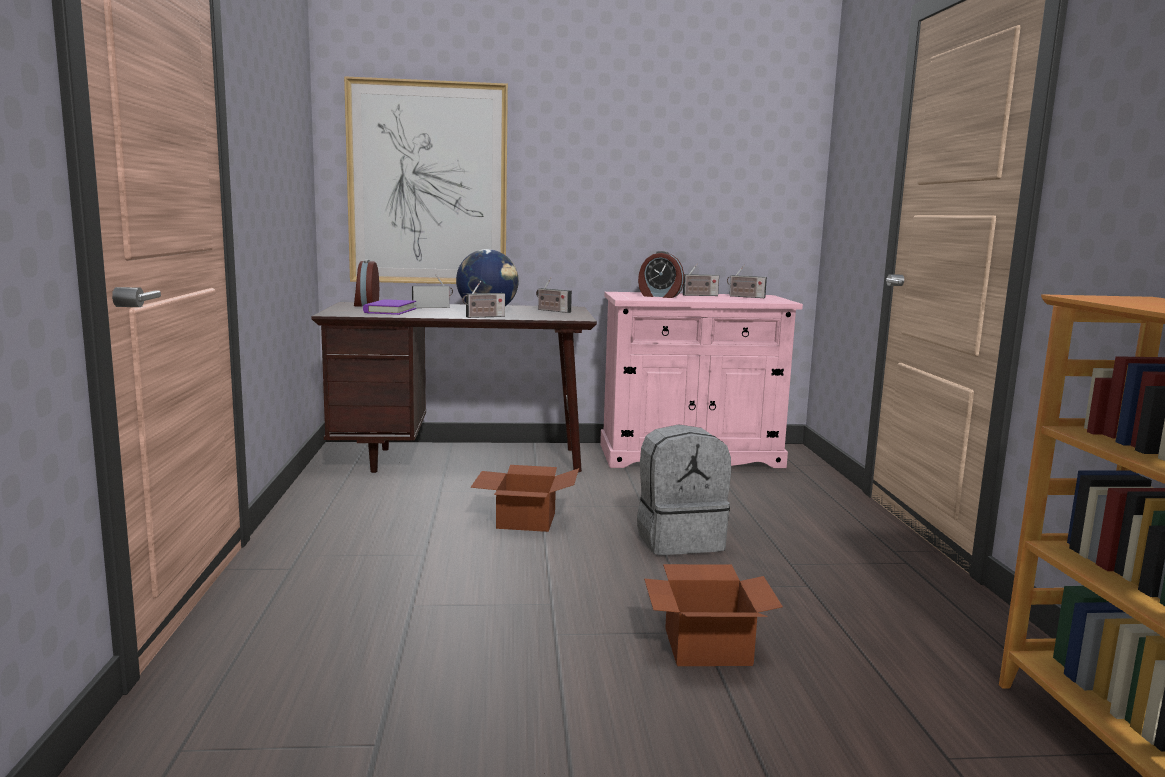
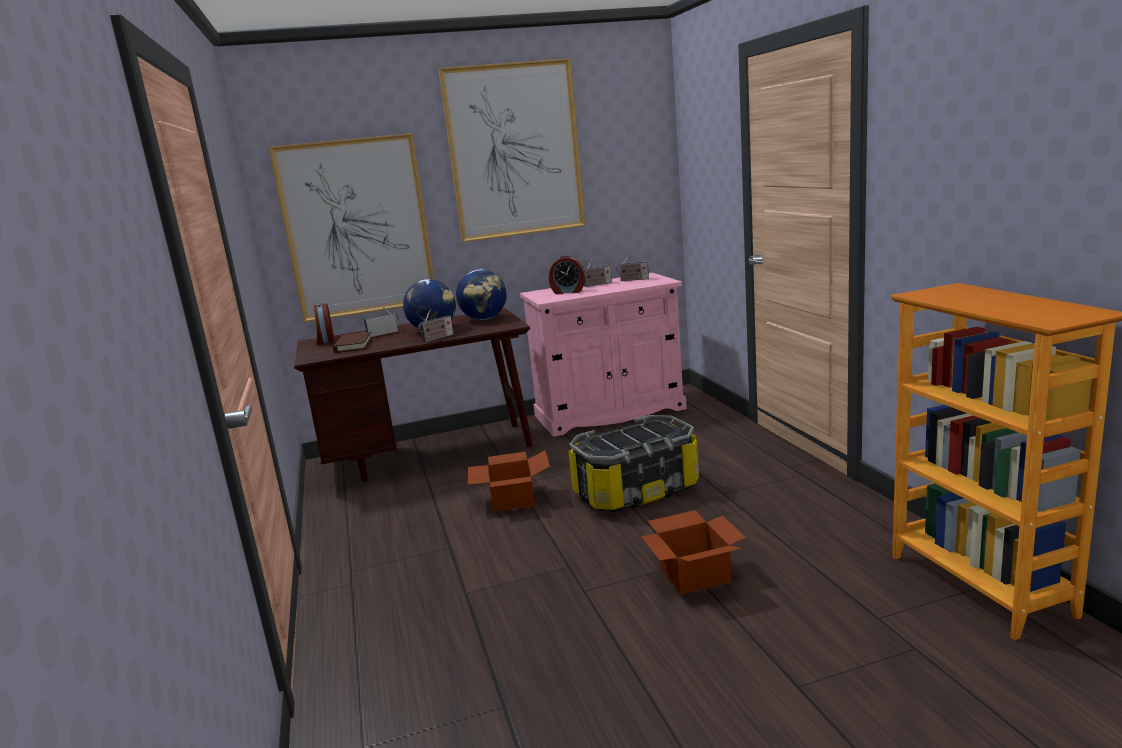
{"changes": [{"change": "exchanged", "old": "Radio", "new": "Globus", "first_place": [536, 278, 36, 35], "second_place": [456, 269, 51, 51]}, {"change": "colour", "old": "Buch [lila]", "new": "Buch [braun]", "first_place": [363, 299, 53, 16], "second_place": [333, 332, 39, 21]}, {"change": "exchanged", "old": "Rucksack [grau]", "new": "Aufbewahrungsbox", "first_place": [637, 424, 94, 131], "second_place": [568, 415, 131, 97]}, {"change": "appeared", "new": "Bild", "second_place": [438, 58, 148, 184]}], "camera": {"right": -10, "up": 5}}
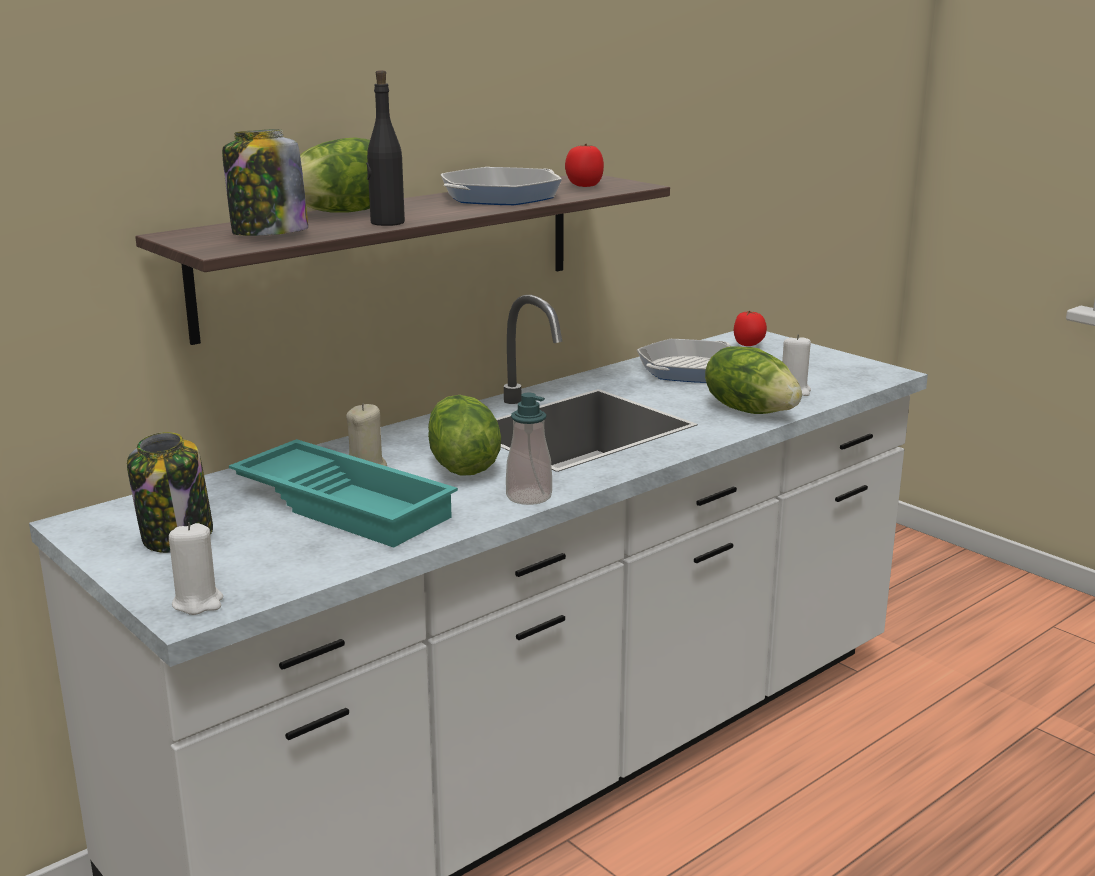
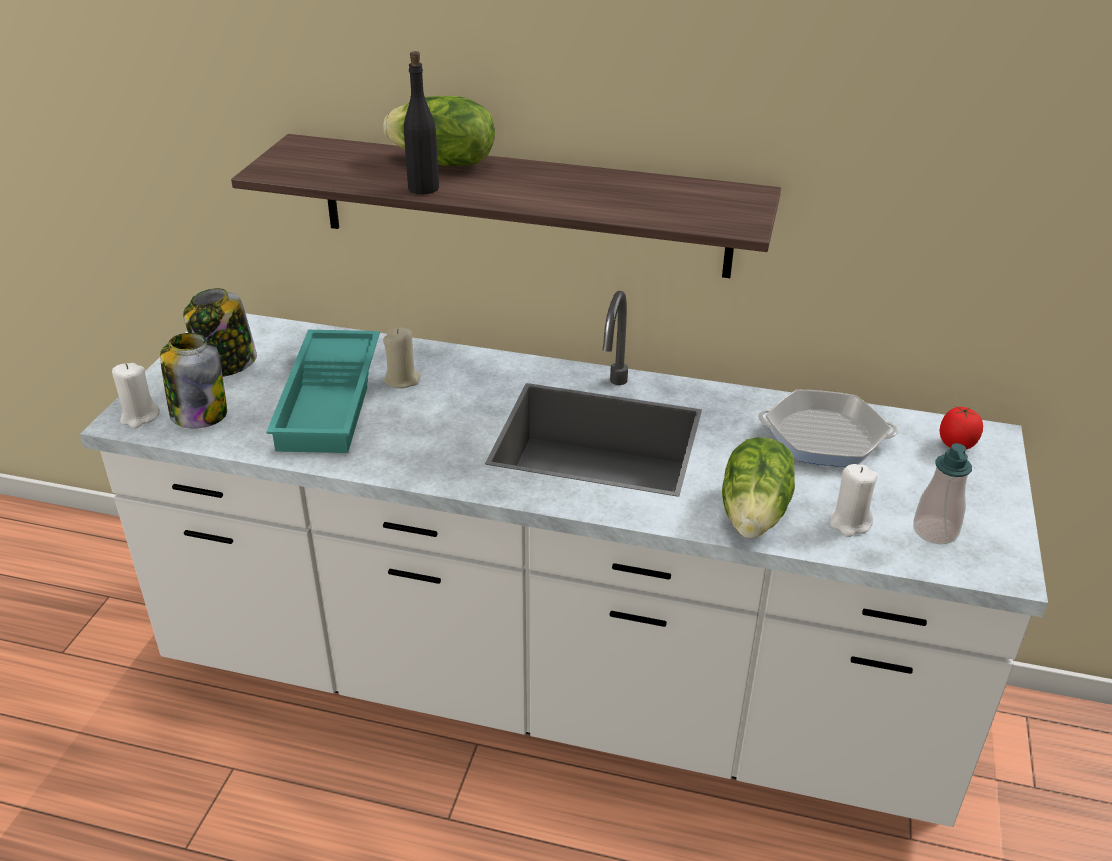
{"changes": [{"change": "relocated", "old": "Vorratsglas", "first_place": [222, 129, 86, 107], "second_place": [160, 333, 67, 96]}, {"change": "missing", "old": "Tomate", "first_place": [565, 144, 39, 43]}, {"change": "missing", "old": "Pfanne", "first_place": [441, 167, 121, 38]}, {"change": "relocated", "old": "Seifenspender", "first_place": [506, 393, 46, 112], "second_place": [913, 443, 59, 101]}, {"change": "missing", "old": "Salatkopf", "first_place": [428, 395, 73, 81]}], "camera": {"right": 55, "up": 15}}
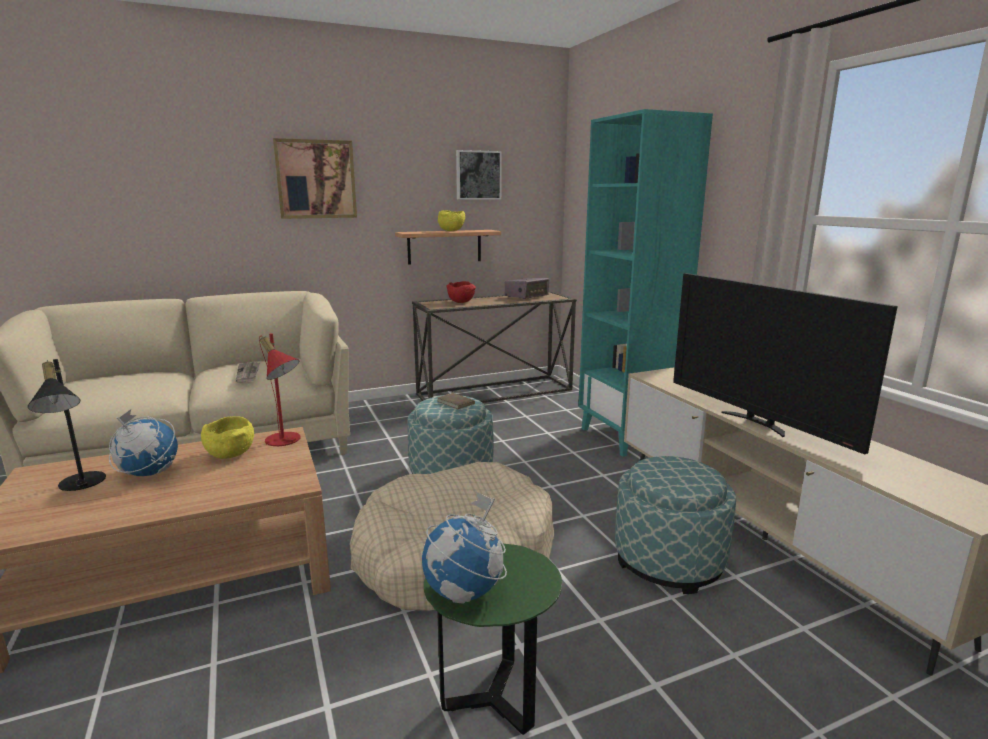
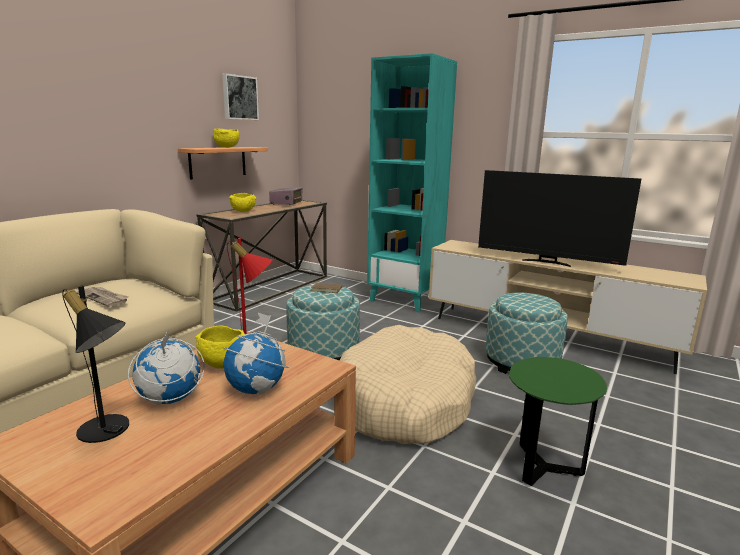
{"changes": [{"change": "missing", "old": "Bild", "first_place": [273, 138, 84, 81]}, {"change": "colour", "old": "Schüssel [rot]", "new": "Schüssel [gelb]", "first_place": [446, 281, 30, 22], "second_place": [229, 193, 27, 19]}, {"change": "relocated", "old": "Globus", "first_place": [422, 492, 85, 112], "second_place": [223, 313, 66, 82]}], "camera": {"right": -35, "up": 0}}
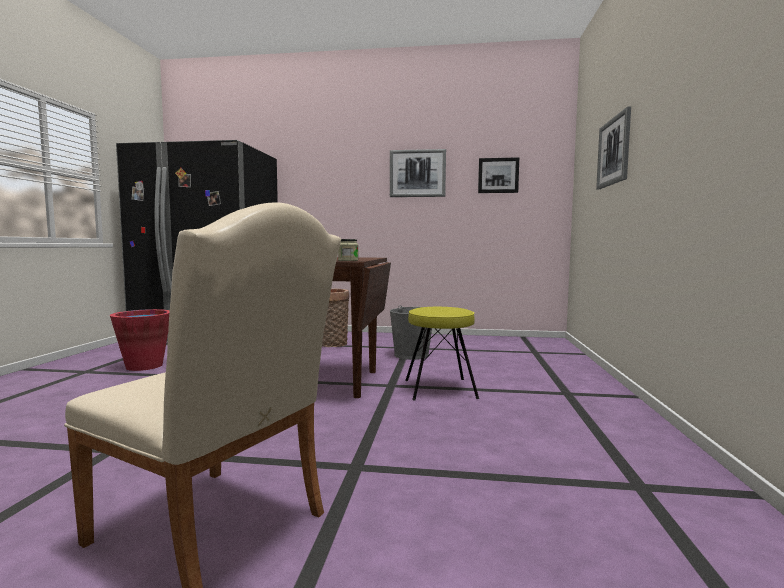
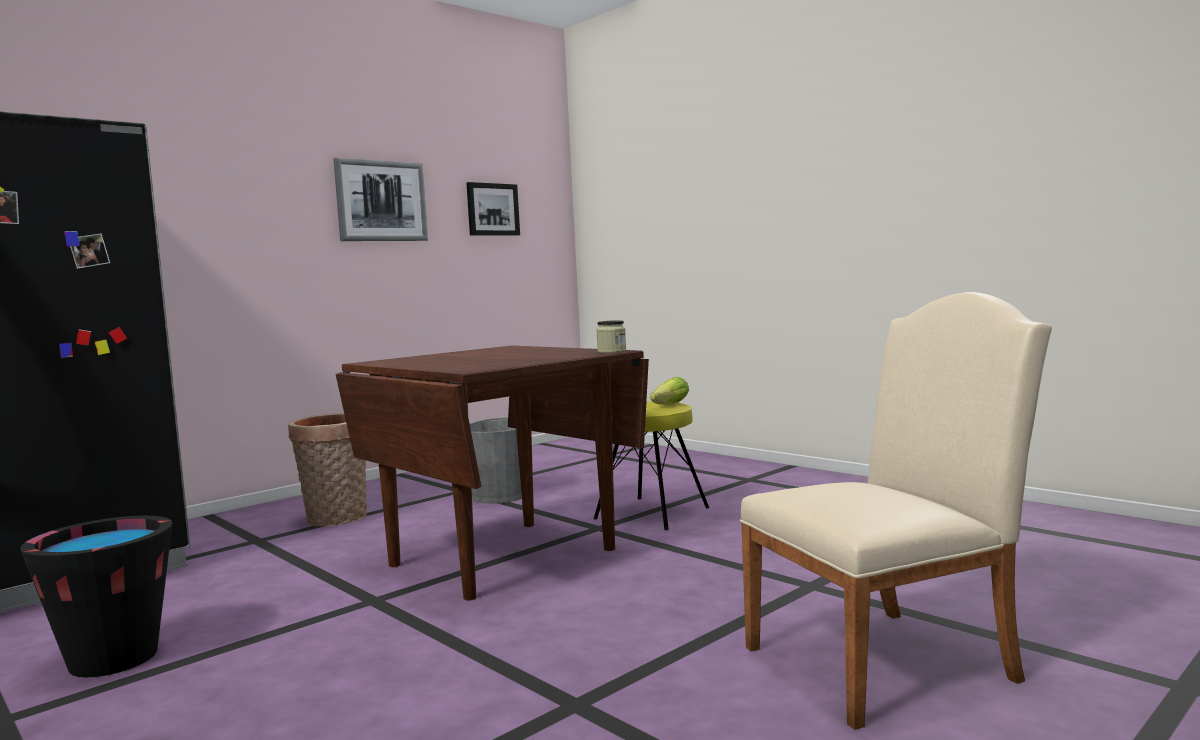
{"changes": [{"change": "missing", "old": "Bild", "first_place": [596, 106, 35, 83]}, {"change": "colour", "old": "Eimer [rot]", "new": "Eimer [schwarz]", "first_place": [110, 309, 60, 62], "second_place": [20, 516, 152, 161]}, {"change": "appeared", "new": "Salatkopf", "second_place": [650, 377, 39, 28]}], "camera": {"right": -50, "up": 0}}
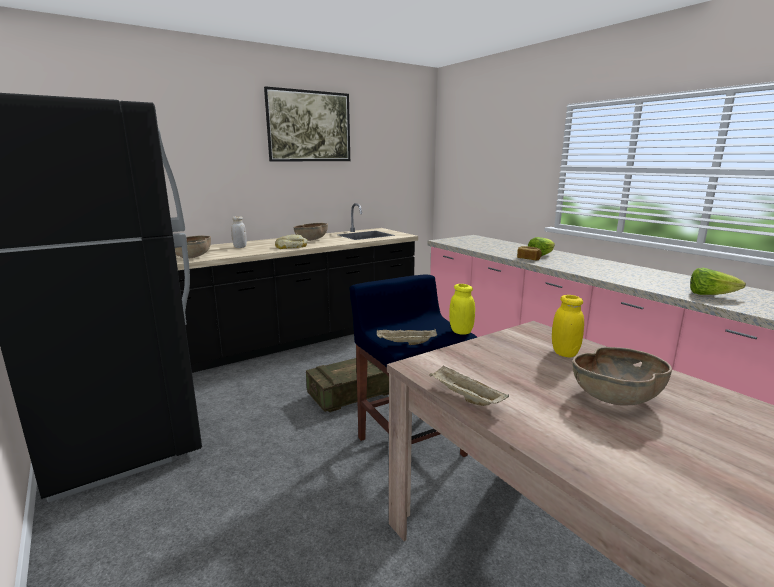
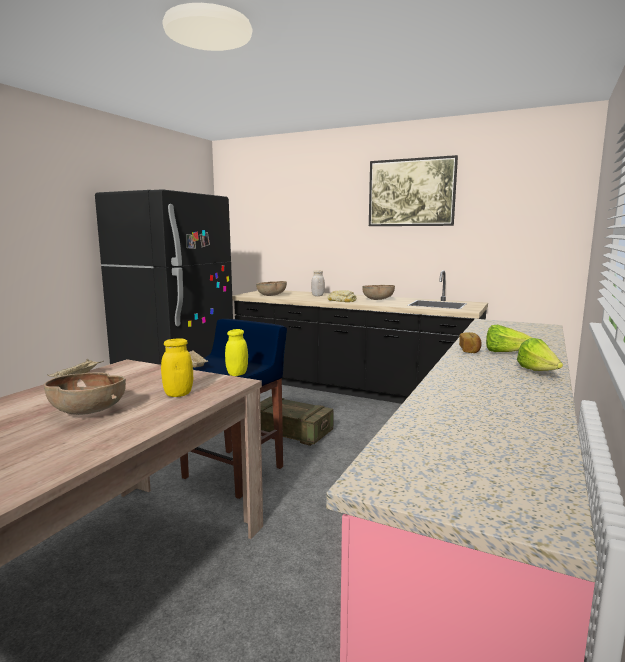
{"changes": [{"change": "relocated", "old": "Salatkopf", "first_place": [690, 268, 56, 27], "second_place": [517, 338, 46, 33]}], "camera": {"right": 60, "up": -5}}
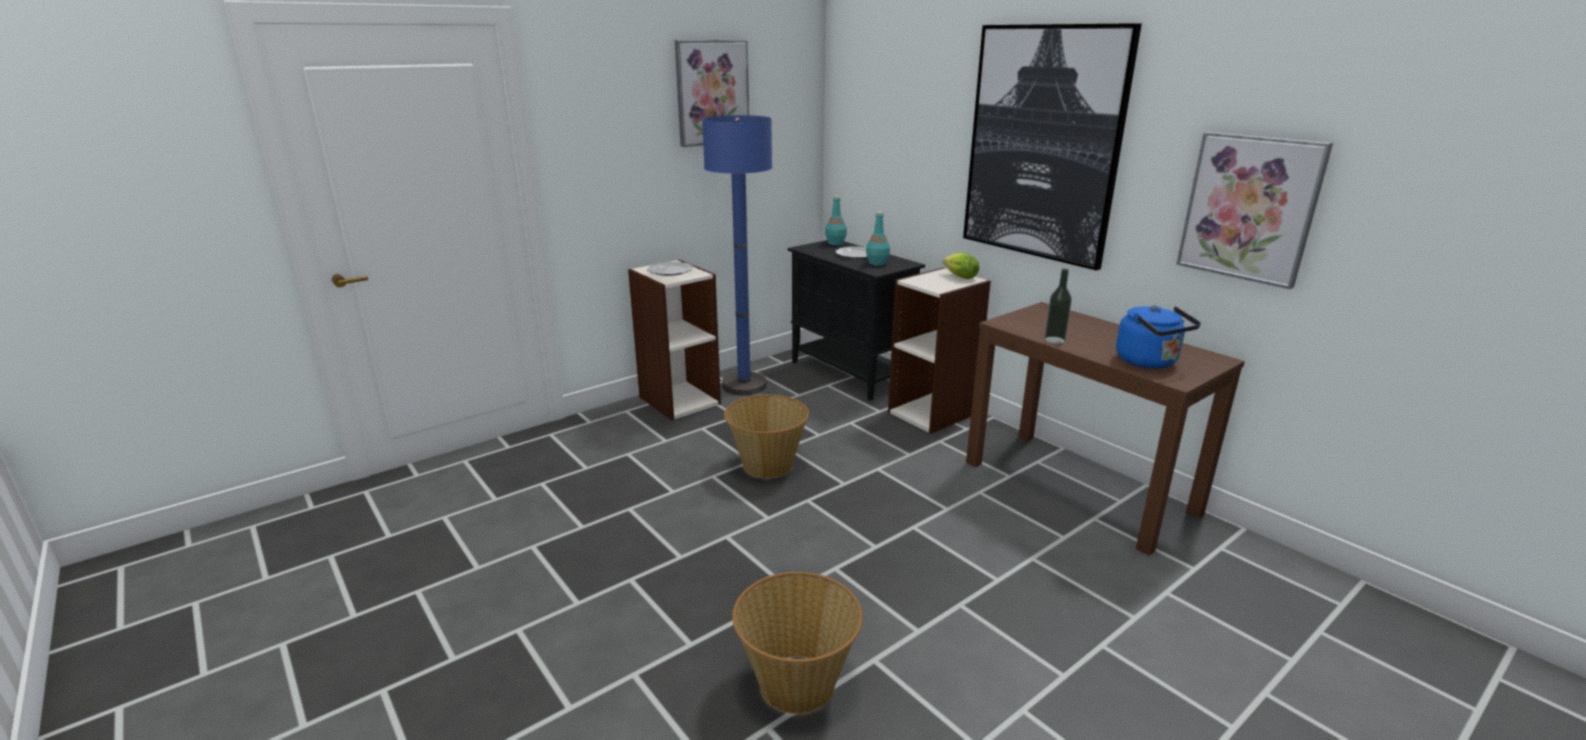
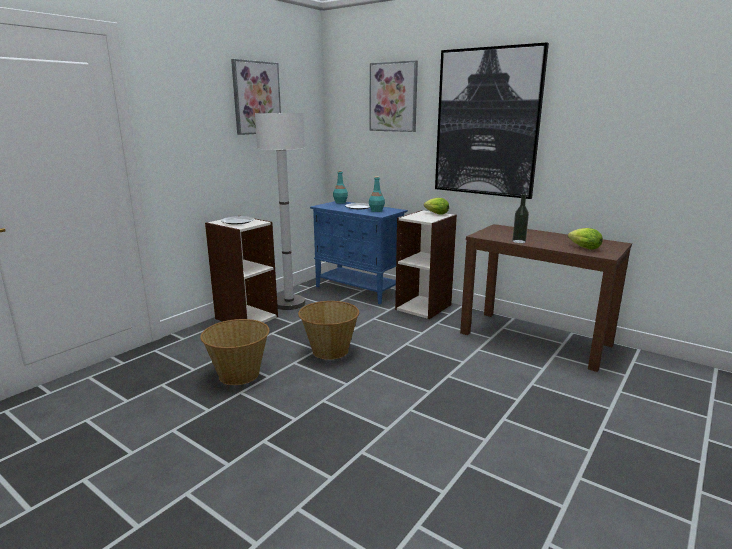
{"changes": [{"change": "colour", "old": "Stehlampe [blau]", "new": "Stehlampe [weiß]", "first_place": [702, 115, 70, 280], "second_place": [255, 113, 50, 197]}, {"change": "relocated", "old": "Bild", "first_place": [1176, 132, 157, 157], "second_place": [370, 60, 48, 72]}, {"change": "colour", "old": "Schrank [schwarz]", "new": "Schrank [blau]", "first_place": [788, 240, 137, 161], "second_place": [310, 201, 98, 103]}, {"change": "exchanged", "old": "Wasserkessel [blau]", "new": "Salatkopf", "first_place": [1116, 306, 85, 62], "second_place": [568, 228, 35, 22]}, {"change": "relocated", "old": "Korb", "first_place": [732, 572, 131, 142], "second_place": [200, 319, 70, 66]}], "camera": {"right": -15, "up": -5}}
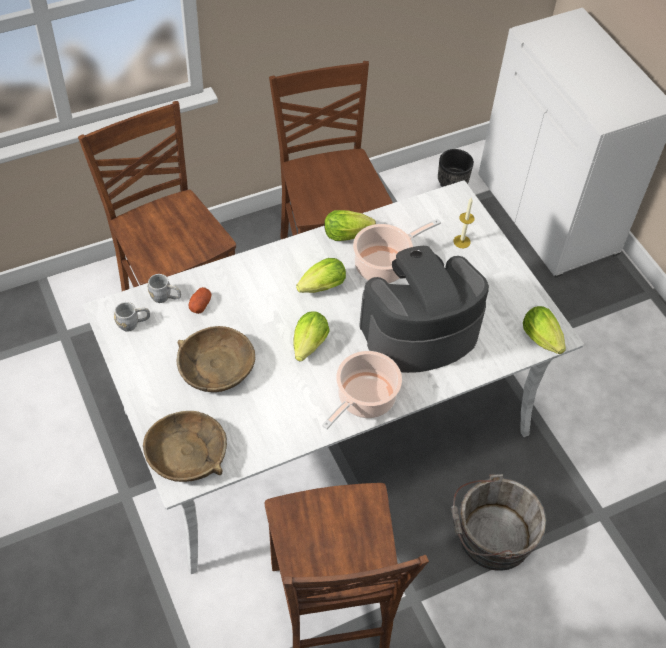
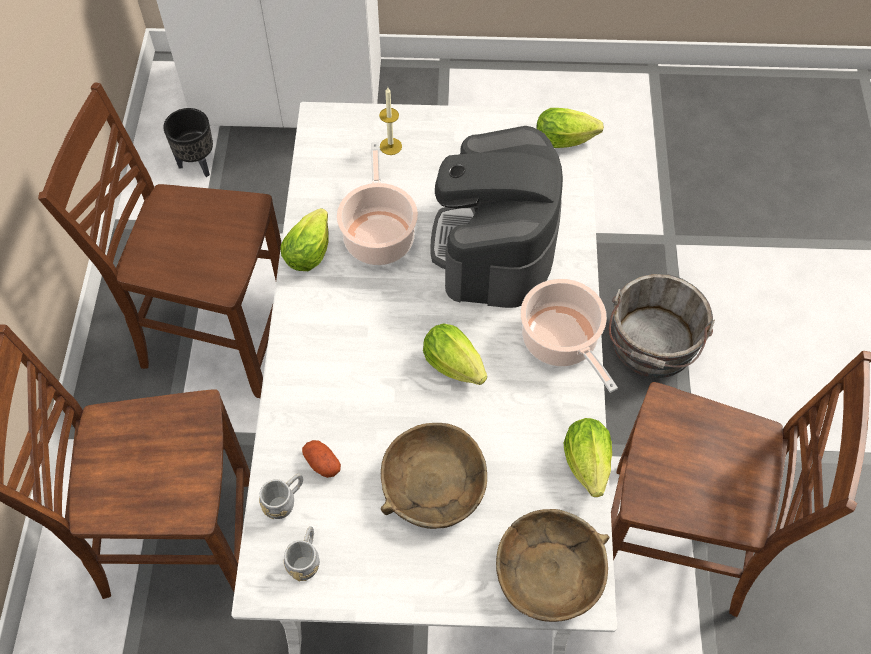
{"changes": [{"change": "relocated", "old": "Salatkopf", "first_place": [296, 258, 50, 35], "second_place": [564, 418, 48, 79]}], "camera": {"right": -60, "up": 5}}
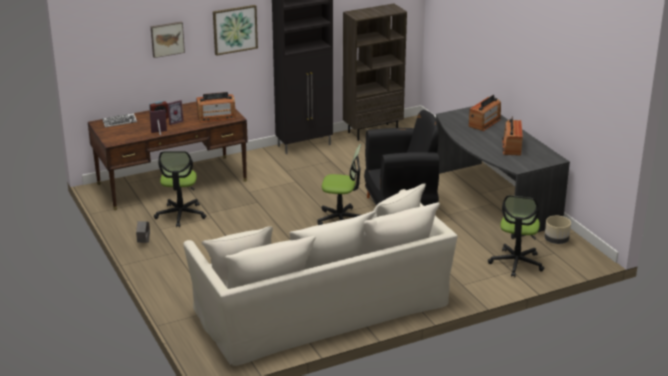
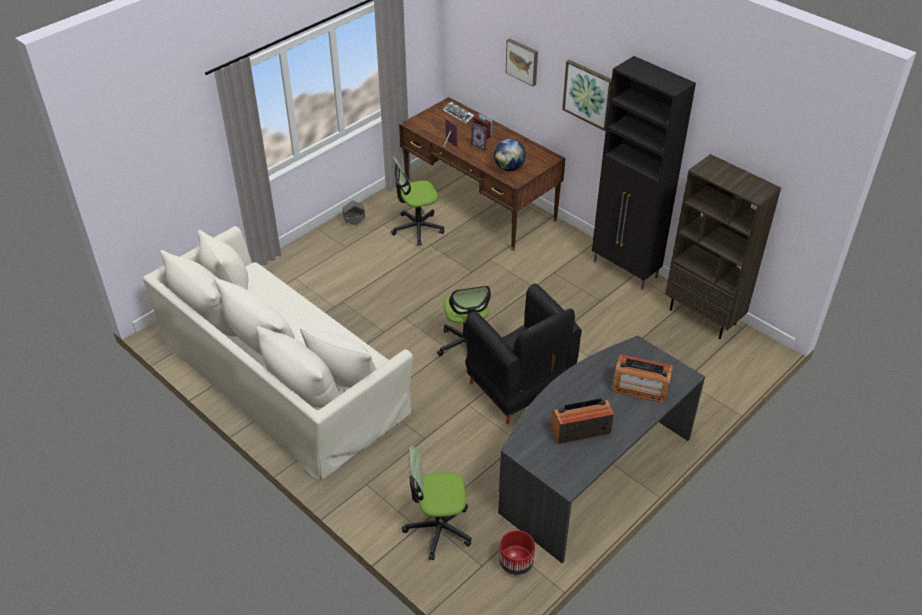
{"changes": [{"change": "exchanged", "old": "Radio", "new": "Globus", "first_place": [196, 92, 40, 30], "second_place": [494, 139, 32, 32]}, {"change": "colour", "old": "Pflanzkübel [beige]", "new": "Pflanzkübel [rot]", "first_place": [544, 216, 27, 28], "second_place": [499, 530, 36, 45]}], "camera": {"right": 70, "up": 15}}
